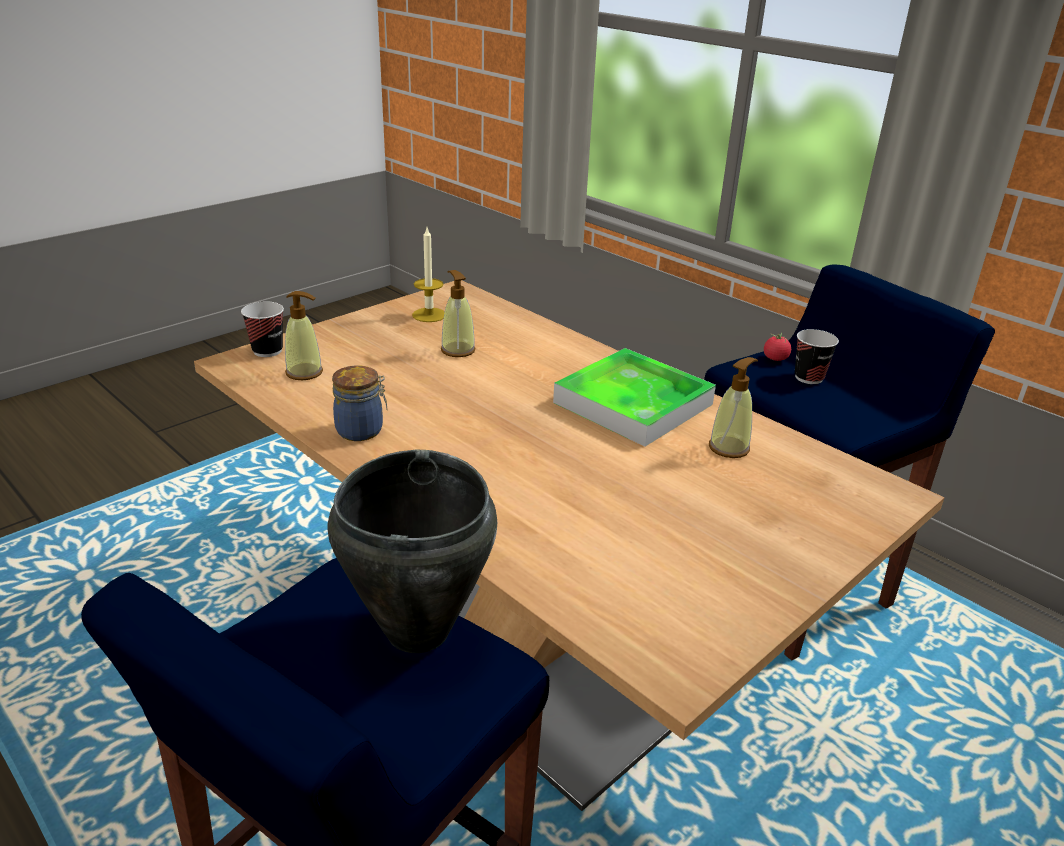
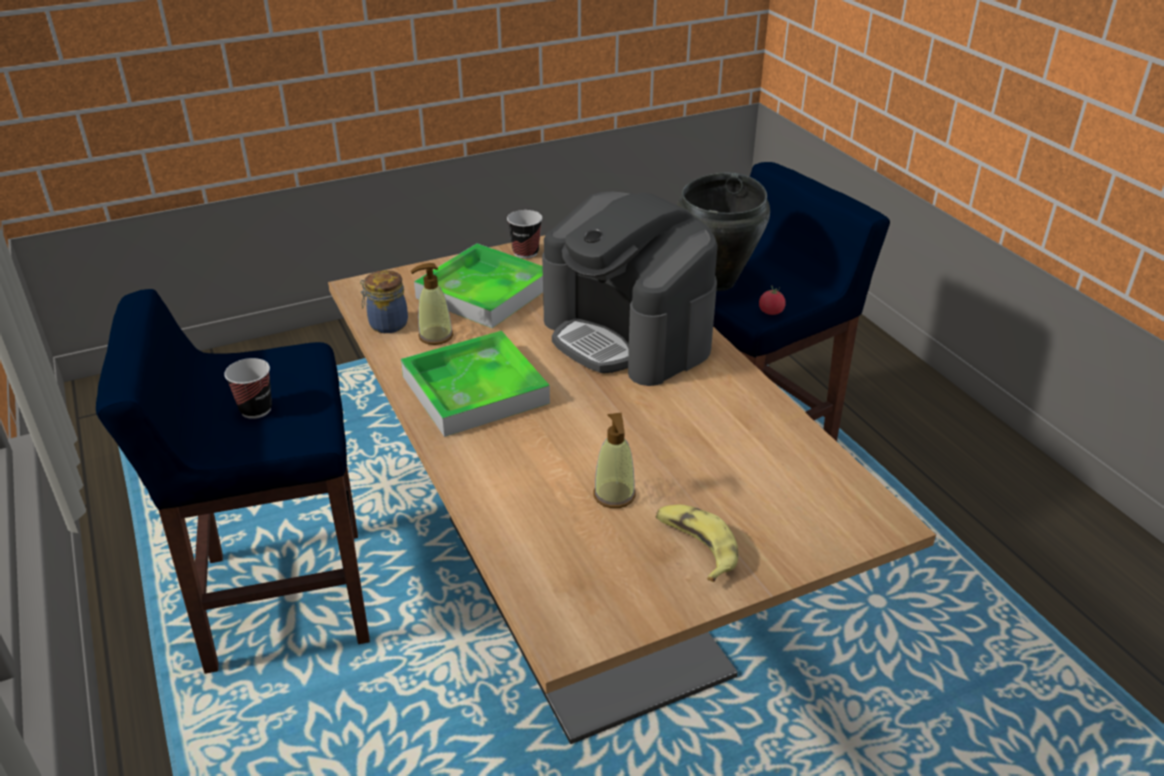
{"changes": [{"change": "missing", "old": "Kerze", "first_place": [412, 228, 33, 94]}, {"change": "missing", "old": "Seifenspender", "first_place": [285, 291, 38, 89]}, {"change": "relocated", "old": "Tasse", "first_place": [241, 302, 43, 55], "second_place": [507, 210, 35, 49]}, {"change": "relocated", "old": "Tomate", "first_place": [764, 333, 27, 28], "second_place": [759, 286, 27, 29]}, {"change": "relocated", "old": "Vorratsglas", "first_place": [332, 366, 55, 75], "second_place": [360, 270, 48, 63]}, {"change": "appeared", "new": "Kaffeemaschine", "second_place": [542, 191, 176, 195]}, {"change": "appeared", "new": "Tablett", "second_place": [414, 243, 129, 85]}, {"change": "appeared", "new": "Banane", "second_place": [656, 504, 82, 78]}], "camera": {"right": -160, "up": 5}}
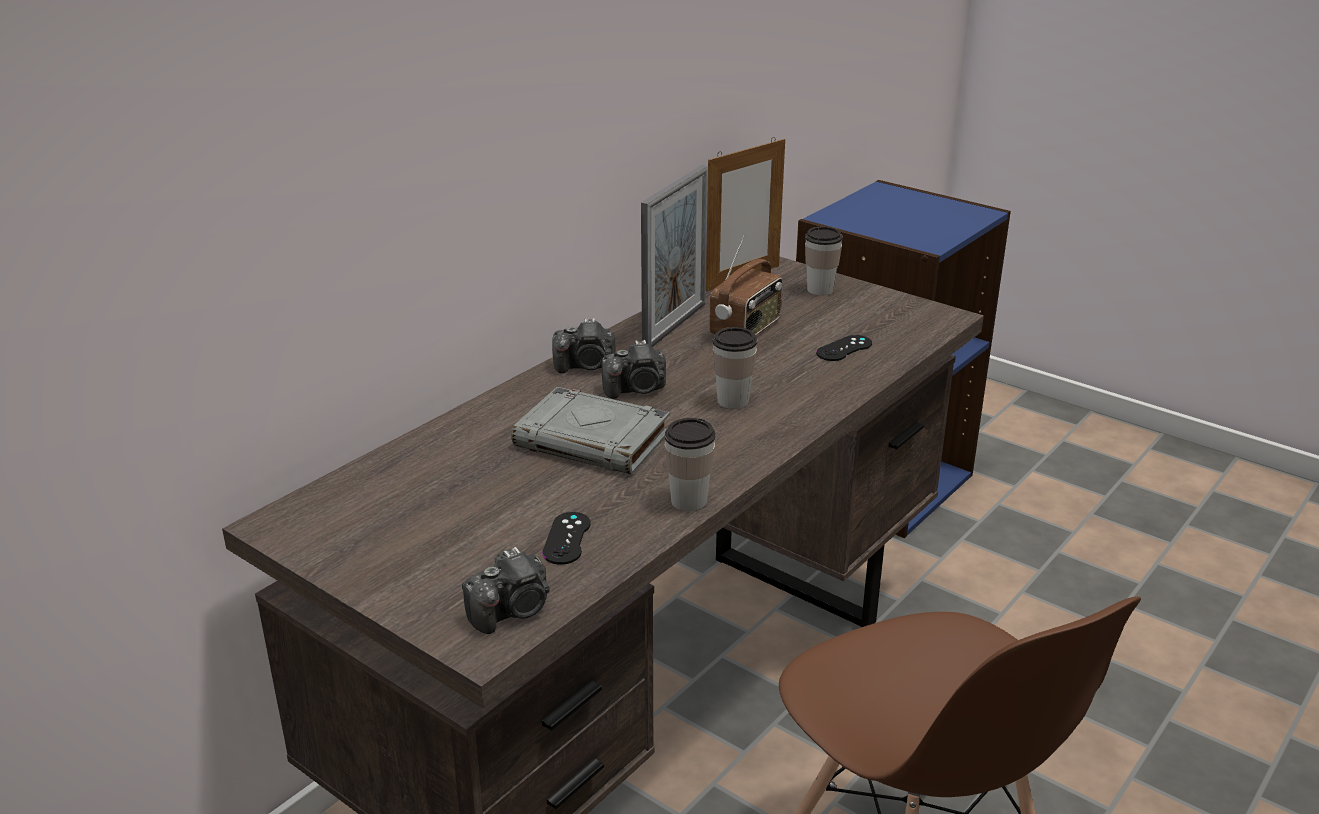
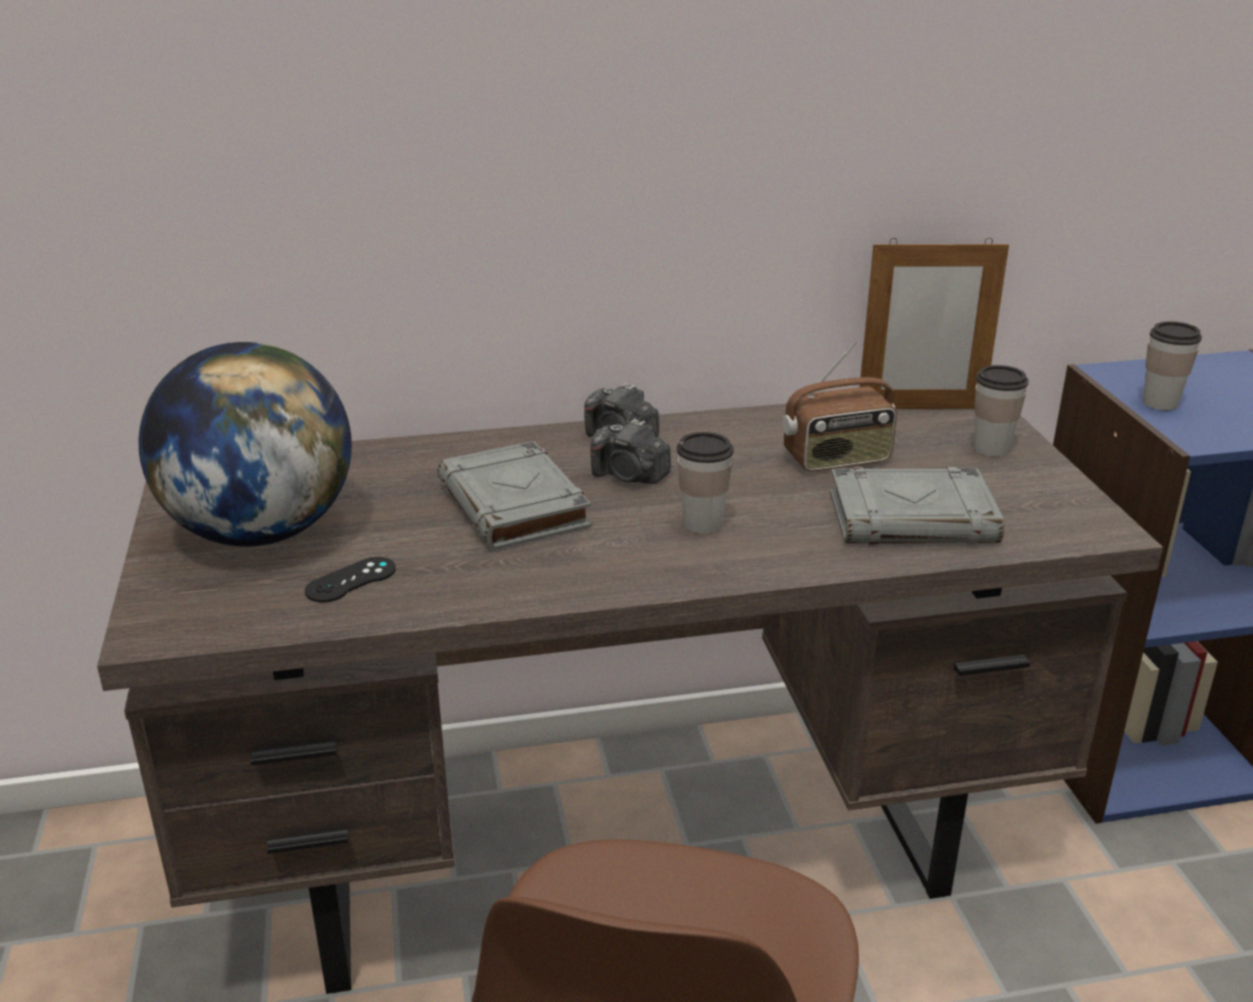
{"changes": [{"change": "missing", "old": "Bilderrahmen", "first_place": [641, 165, 67, 182]}, {"change": "exchanged", "old": "Gamepad [schwarz]", "new": "Buch [grau]", "first_place": [816, 335, 56, 26], "second_place": [830, 467, 174, 78]}, {"change": "relocated", "old": "Tasse", "first_place": [665, 418, 50, 93], "second_place": [1143, 321, 59, 89]}, {"change": "missing", "old": "Kamera", "first_place": [462, 547, 88, 87]}, {"change": "appeared", "new": "Globus", "second_place": [139, 342, 213, 205]}], "camera": {"right": 40, "up": 0}}
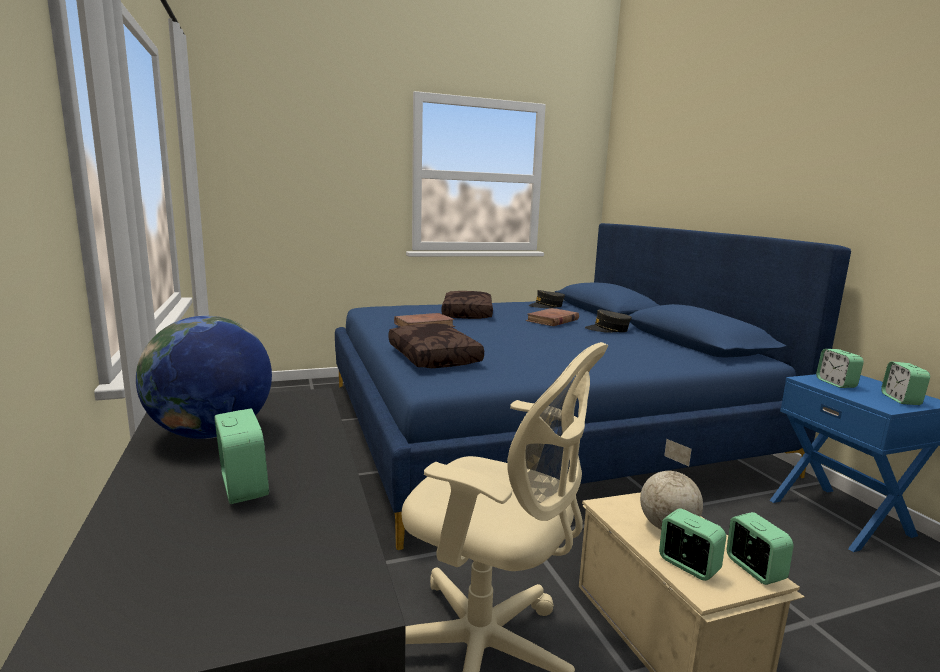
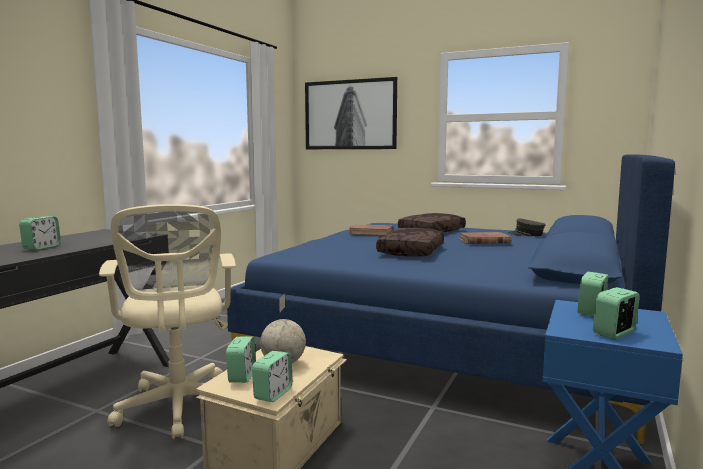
{"changes": [{"change": "missing", "old": "Kappe [grau]", "first_place": [585, 309, 47, 24]}, {"change": "missing", "old": "Globus", "first_place": [136, 316, 136, 123]}, {"change": "relocated", "old": "Kissen [braun]", "first_place": [389, 324, 95, 44], "second_place": [376, 228, 68, 29]}, {"change": "appeared", "new": "Bild", "second_place": [305, 77, 92, 72]}], "camera": {"right": 45, "up": -5}}
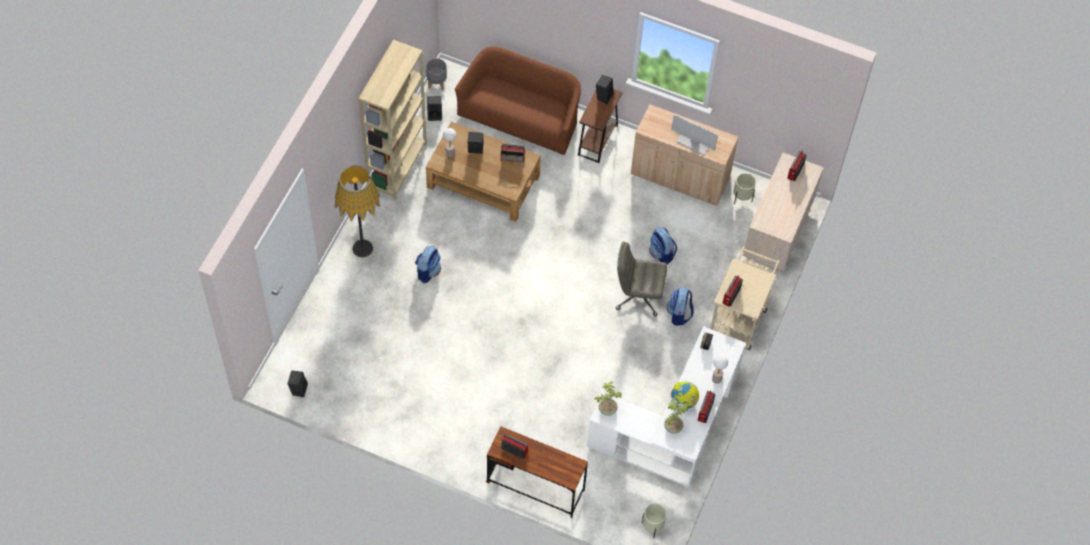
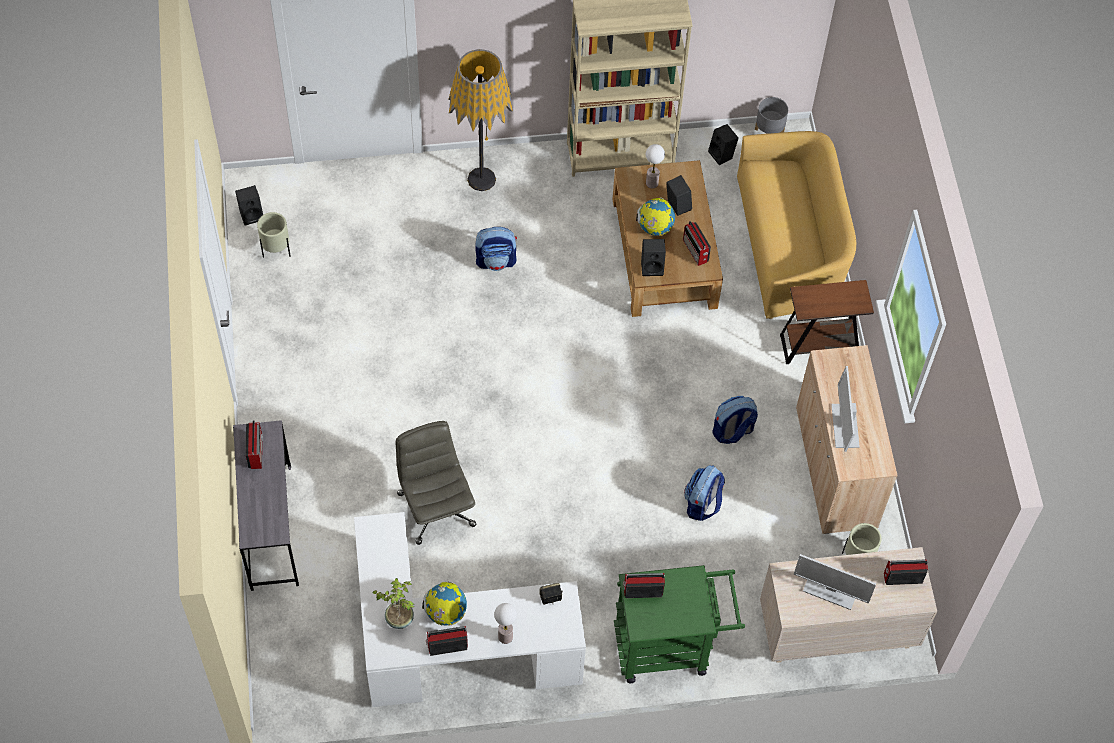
{"changes": [{"change": "colour", "old": "Sofa [braun]", "new": "Sofa [gelb]", "first_place": [455, 46, 126, 109], "second_place": [737, 131, 119, 188]}, {"change": "relocated", "old": "Lautsprecher [schwarz]", "first_place": [596, 75, 18, 29], "second_place": [641, 239, 25, 37]}, {"change": "relocated", "old": "Bürostuhl [grau]", "first_place": [616, 241, 51, 75], "second_place": [395, 421, 81, 124]}, {"change": "colour", "old": "Rollwagen [beige]", "new": "Rollwagen [grün]", "first_place": [710, 246, 70, 104], "second_place": [614, 565, 131, 118]}, {"change": "relocated", "old": "Rucksack", "first_place": [667, 287, 26, 38], "second_place": [712, 396, 46, 48]}, {"change": "missing", "old": "Topfpflanze", "first_place": [594, 381, 28, 35]}, {"change": "colour", "old": "Schreibtisch [braun]", "new": "Schreibtisch [grau]", "first_place": [486, 426, 102, 92], "second_place": [233, 420, 66, 171]}, {"change": "relocated", "old": "Pflanzkübel [beige]", "first_place": [642, 504, 24, 34], "second_place": [257, 212, 33, 46]}, {"change": "appeared", "new": "Globus", "second_place": [636, 197, 39, 39]}, {"change": "appeared", "new": "Monitor", "second_place": [794, 554, 82, 56]}], "camera": {"right": 60, "up": 0}}
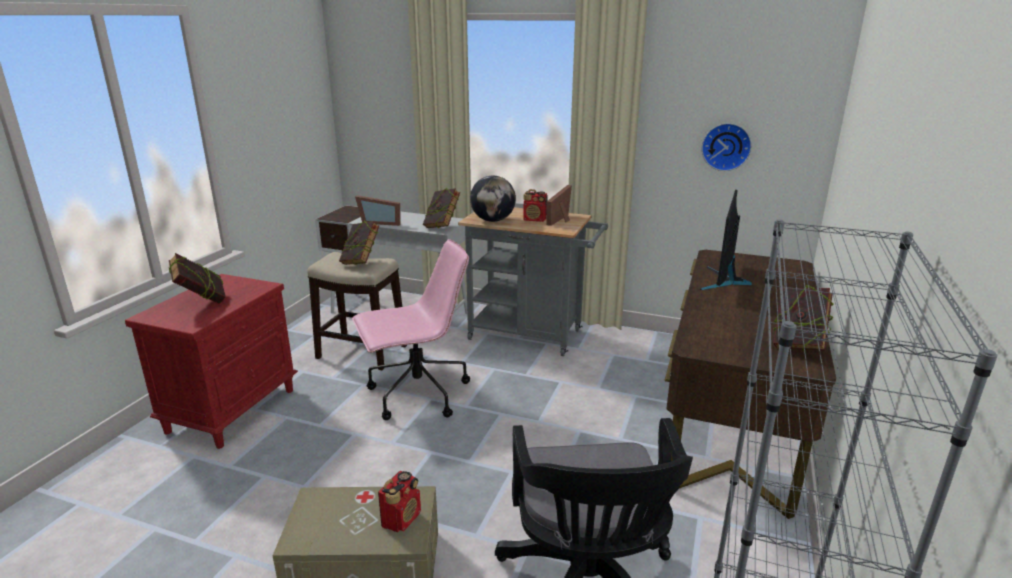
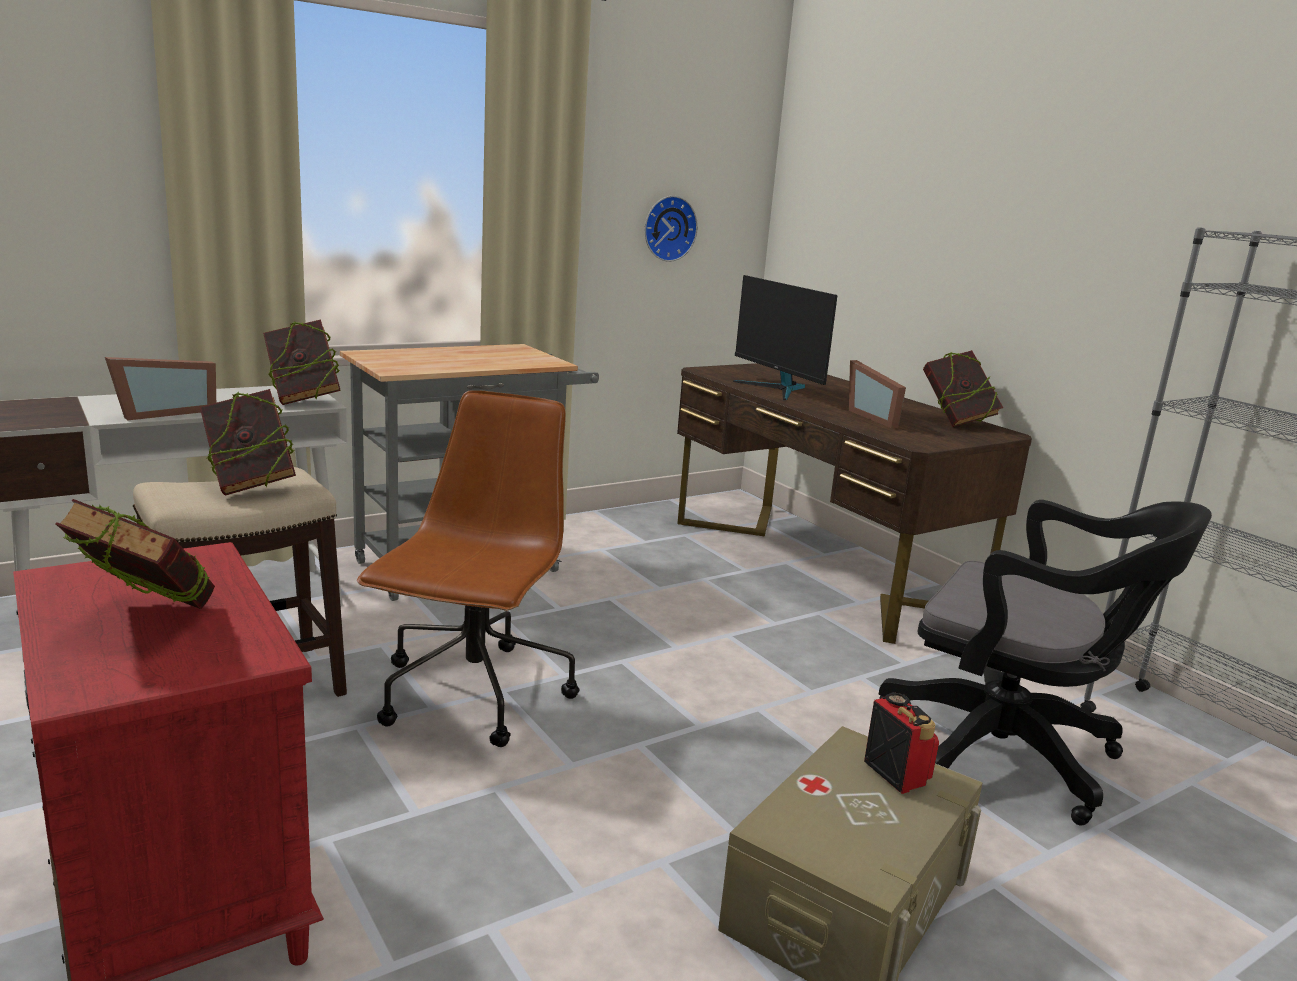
{"changes": [{"change": "missing", "old": "Globus", "first_place": [470, 176, 46, 46]}, {"change": "relocated", "old": "Bilderrahmen", "first_place": [546, 185, 26, 41], "second_place": [849, 360, 57, 68]}, {"change": "missing", "old": "Radio", "first_place": [523, 189, 25, 33]}, {"change": "colour", "old": "Bürostuhl [rosa]", "new": "Bürostuhl [braun]", "first_place": [352, 239, 118, 181], "second_place": [357, 390, 223, 357]}], "camera": {"right": -55, "up": -5}}
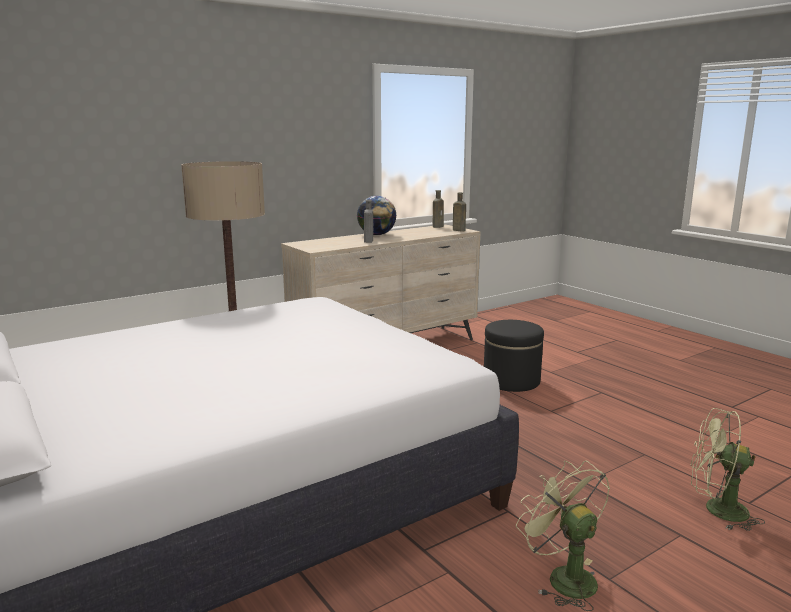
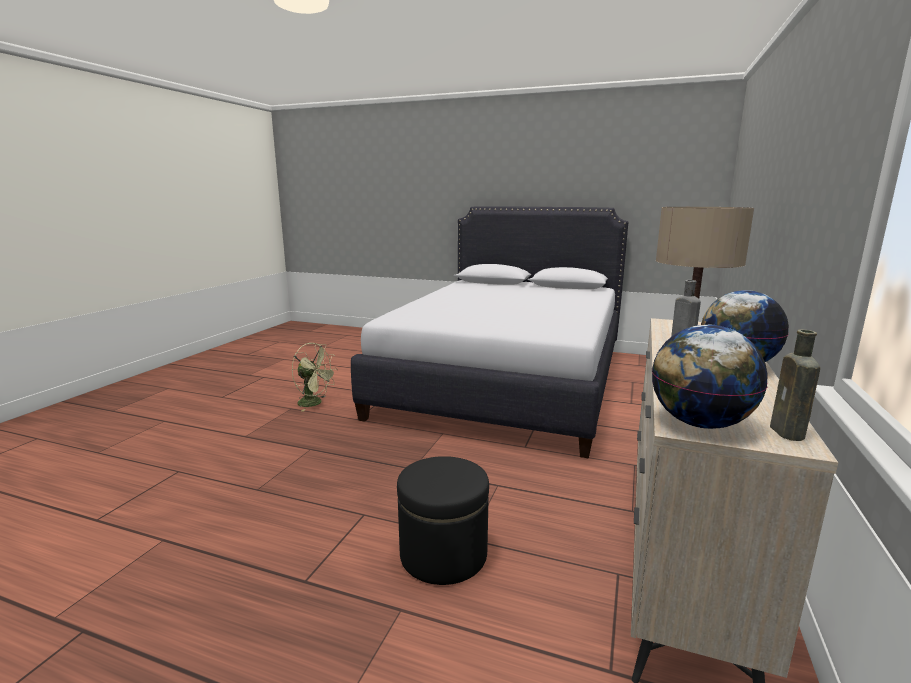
{"changes": [{"change": "exchanged", "old": "Flasche [braun]", "new": "Globus", "first_place": [453, 192, 13, 39], "second_place": [652, 325, 116, 104]}, {"change": "missing", "old": "Ventilator [grün]", "first_place": [690, 408, 75, 123]}], "camera": {"right": 145, "up": 0}}
